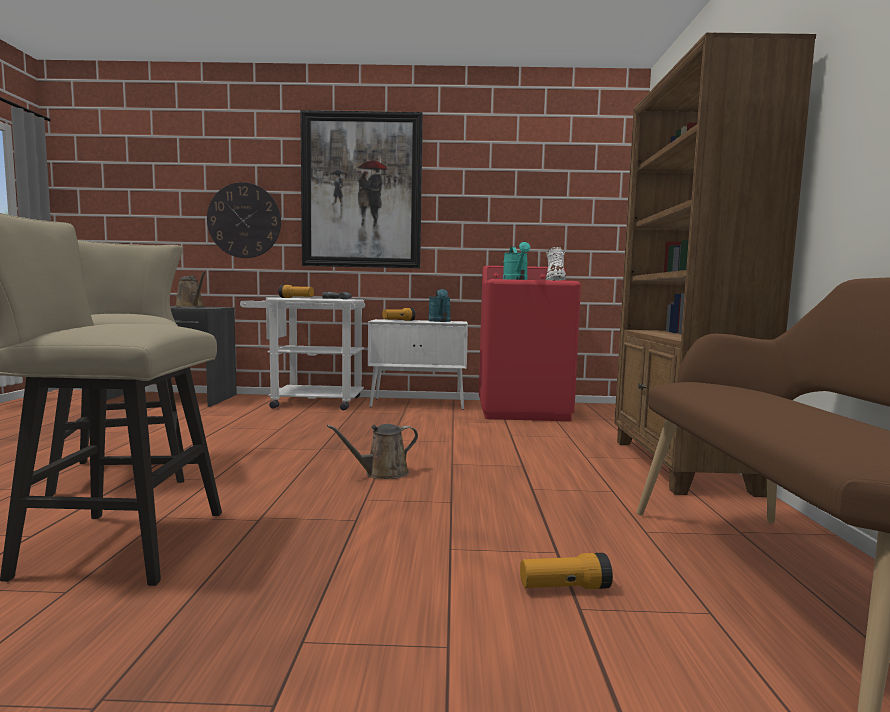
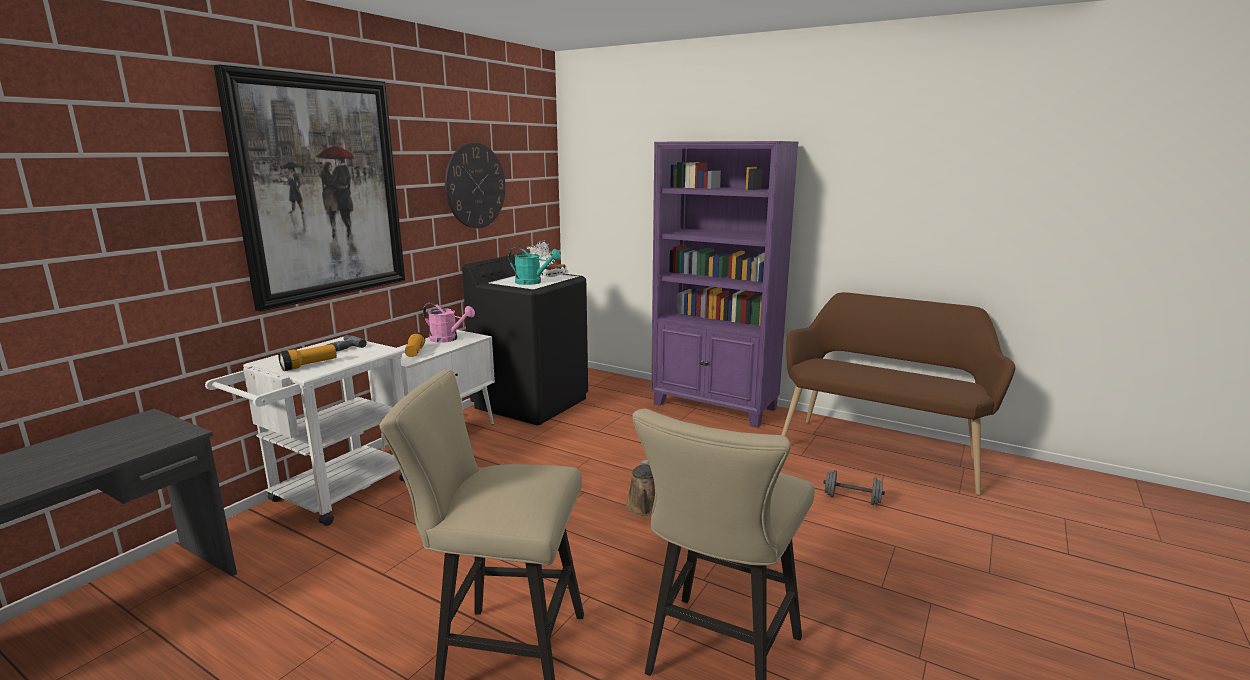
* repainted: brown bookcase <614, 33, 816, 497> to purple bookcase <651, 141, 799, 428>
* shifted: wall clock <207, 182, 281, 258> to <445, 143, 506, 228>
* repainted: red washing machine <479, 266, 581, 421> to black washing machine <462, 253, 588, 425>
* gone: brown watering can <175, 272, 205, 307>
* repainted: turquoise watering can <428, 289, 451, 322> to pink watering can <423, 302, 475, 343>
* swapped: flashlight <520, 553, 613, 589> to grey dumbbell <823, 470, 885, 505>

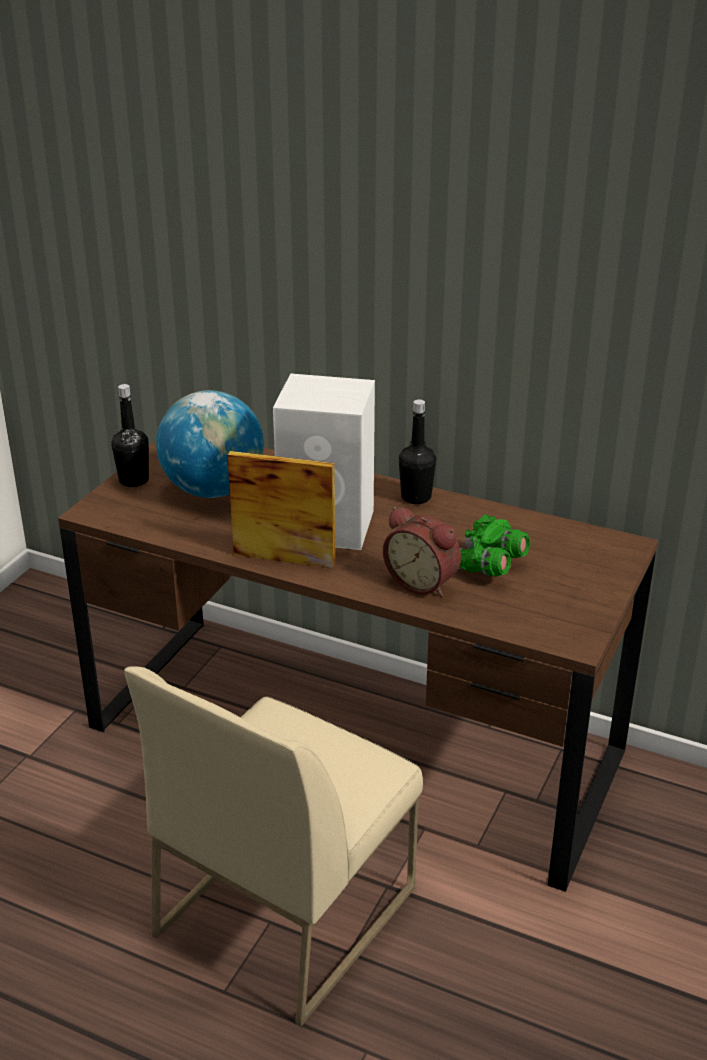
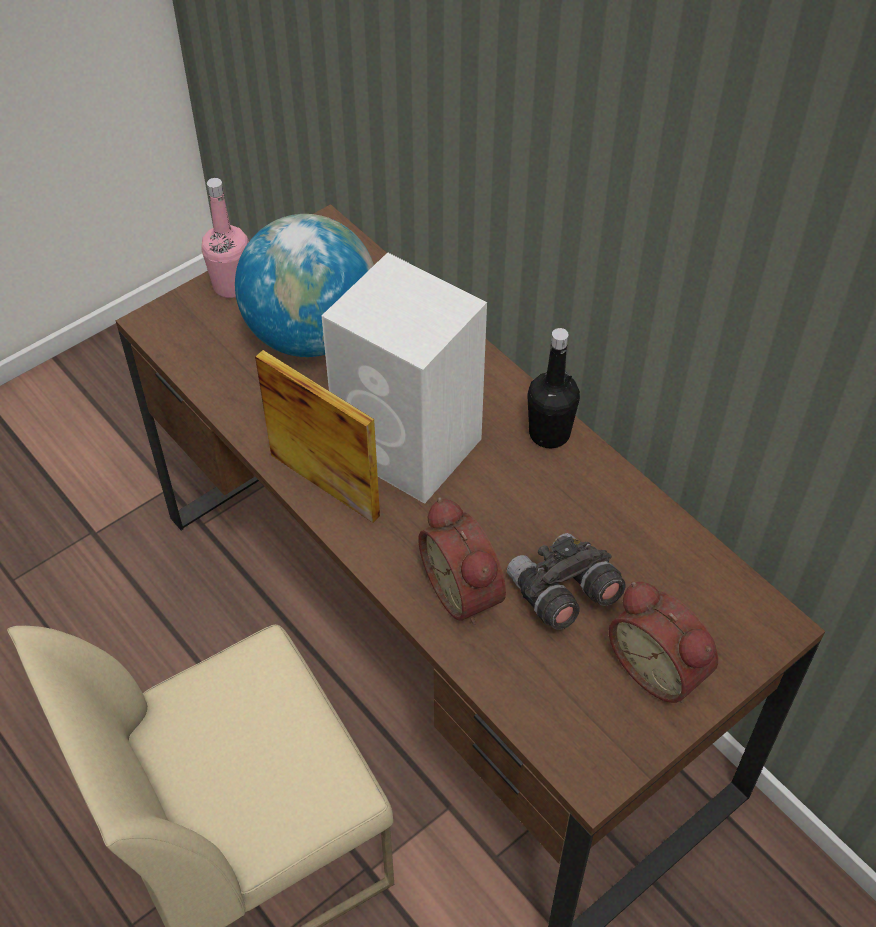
* repainted: black bottle <111, 384, 149, 487> to pink bottle <201, 178, 249, 298>
* repainted: green binoculars <459, 514, 530, 577> to grey binoculars <507, 533, 626, 630>
* new: alarm clock <609, 582, 718, 703>

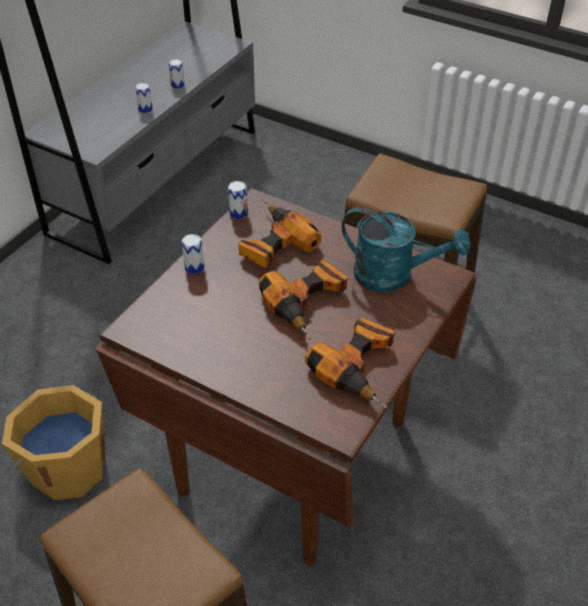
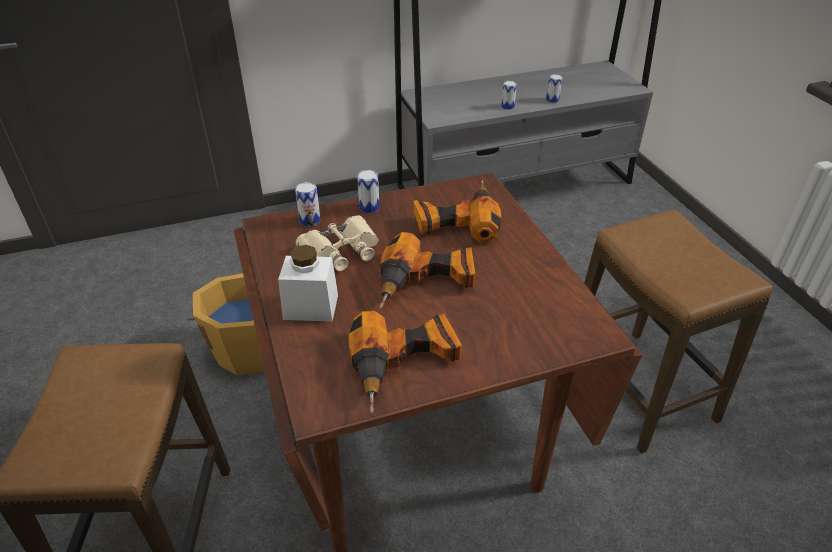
* shifted: can <228, 181, 248, 219> to <295, 182, 320, 227>
* gone: turquoise watering can <342, 207, 470, 292>
* new: beige binoculars <296, 215, 379, 271>
* new: white jar <278, 245, 338, 322>

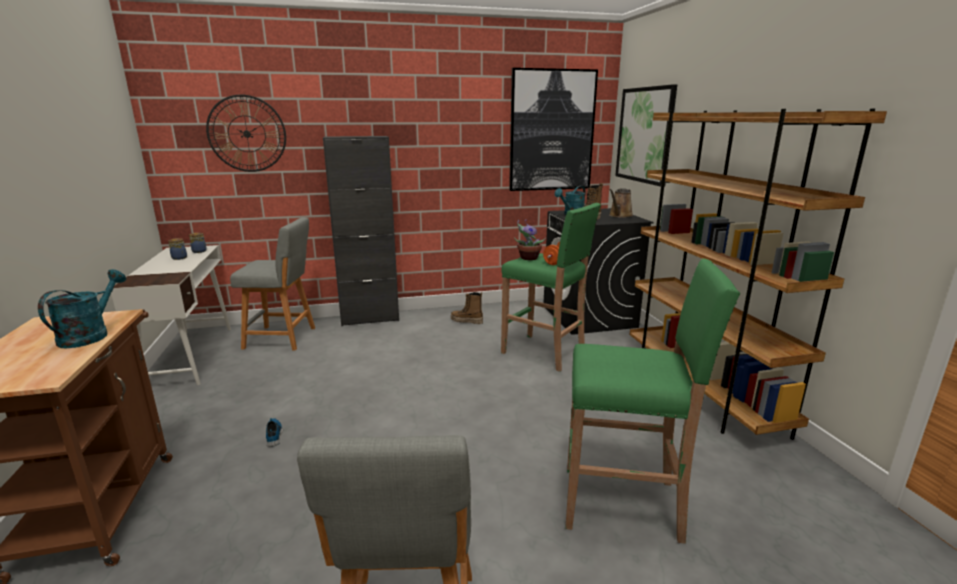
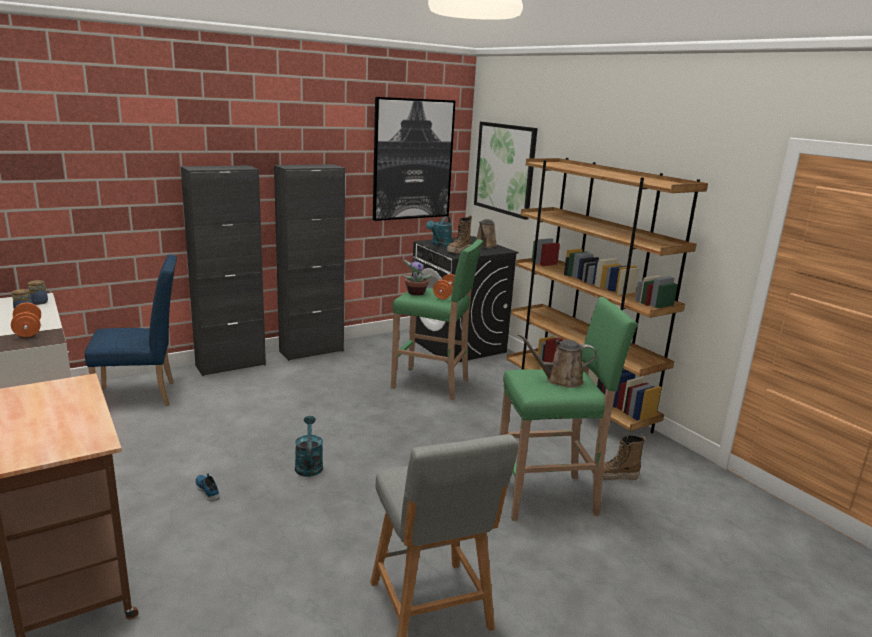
* gone: wall clock <206, 94, 286, 172>
* swapped: grey stool <230, 217, 315, 351> to blue chair <85, 254, 177, 406>
* shifted: turquoise watering can <38, 269, 126, 348> to <295, 416, 323, 477>
* shifted: boot <451, 292, 483, 324> to <593, 435, 646, 480>
* new: black cabinet <274, 164, 345, 361>
* new: orange dumbbell <11, 303, 41, 337>
* new: brown watering can <517, 333, 597, 388>

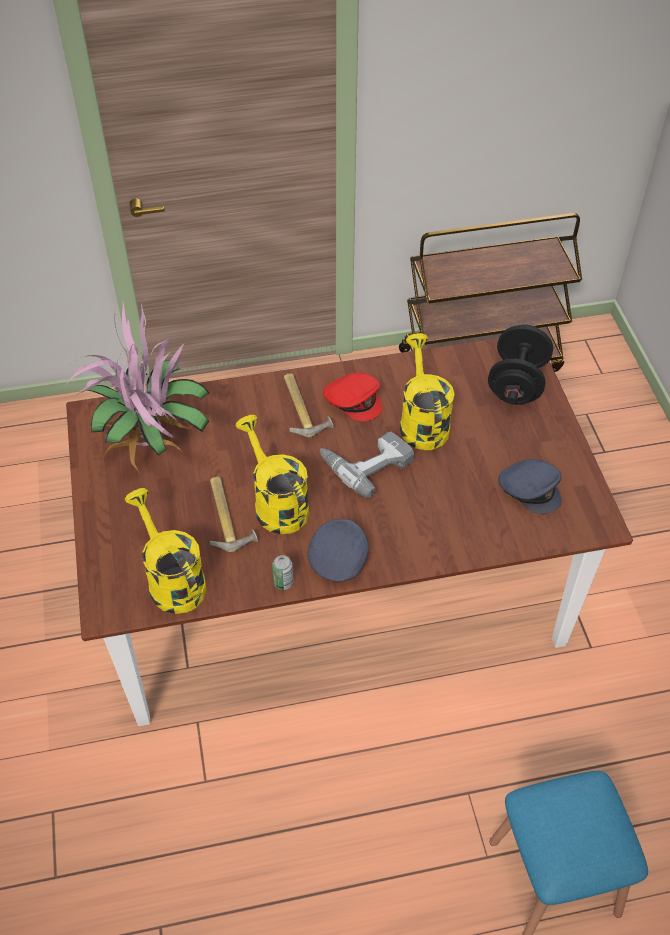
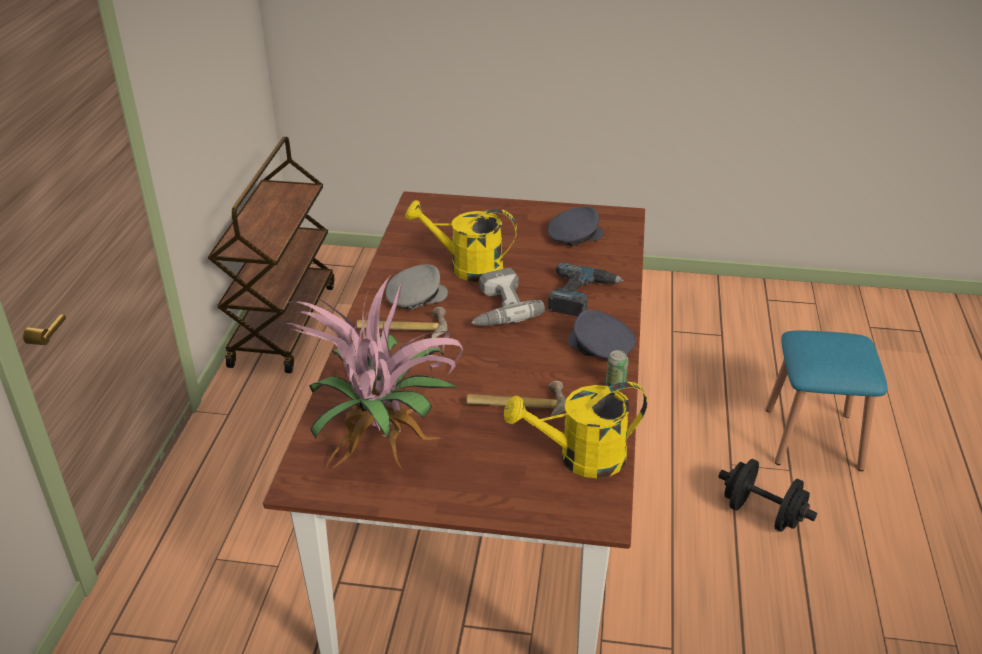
* shifted: black dumbbell <488, 325, 553, 405> to <718, 459, 817, 532>
* repainted: red cap <323, 373, 383, 422> to grey cap <386, 264, 448, 310>
* gone: yellow watering can <236, 415, 309, 534>
* new: power drill <548, 263, 624, 316>

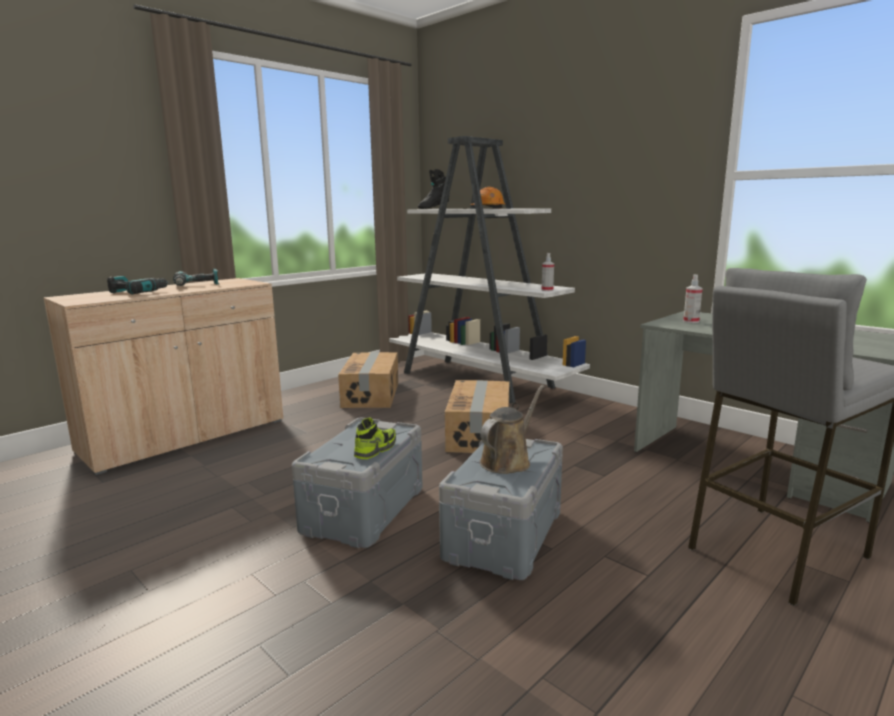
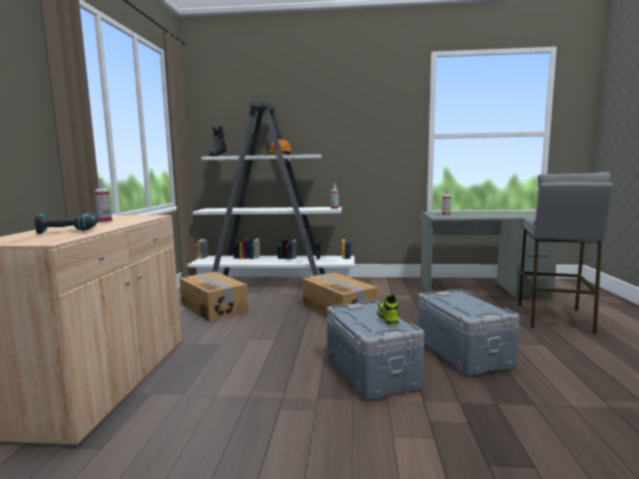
* swapped: power drill <173, 269, 219, 286> to spray bottle <94, 178, 112, 223>
* gone: brown watering can <480, 385, 544, 474>

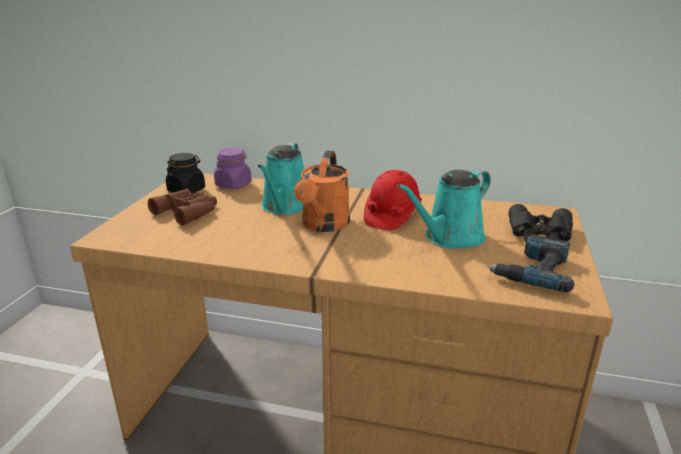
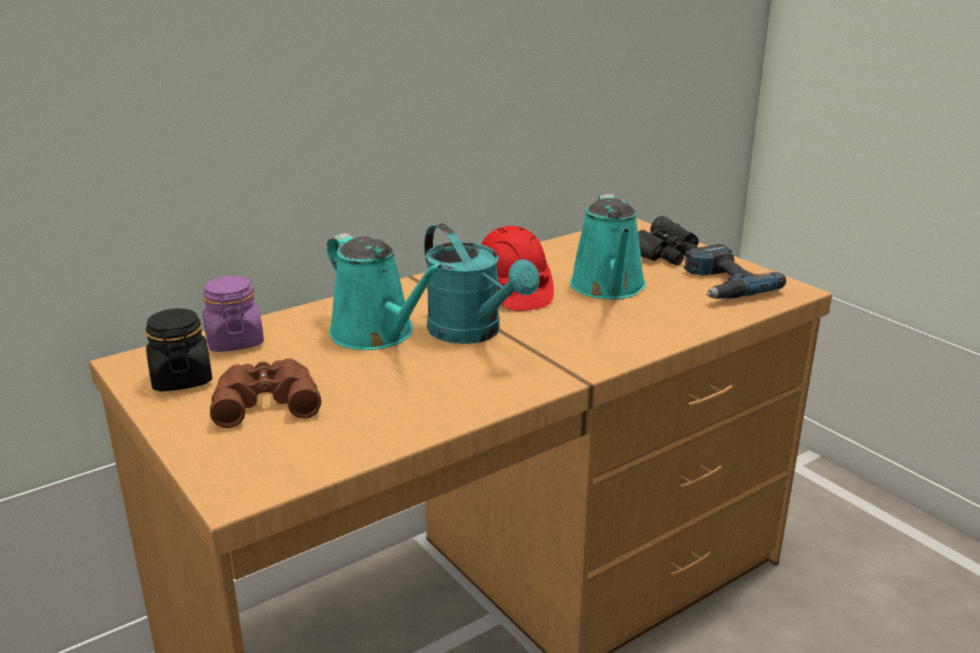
* repainted: orange watering can <294, 150, 350, 232> to turquoise watering can <424, 223, 540, 344>

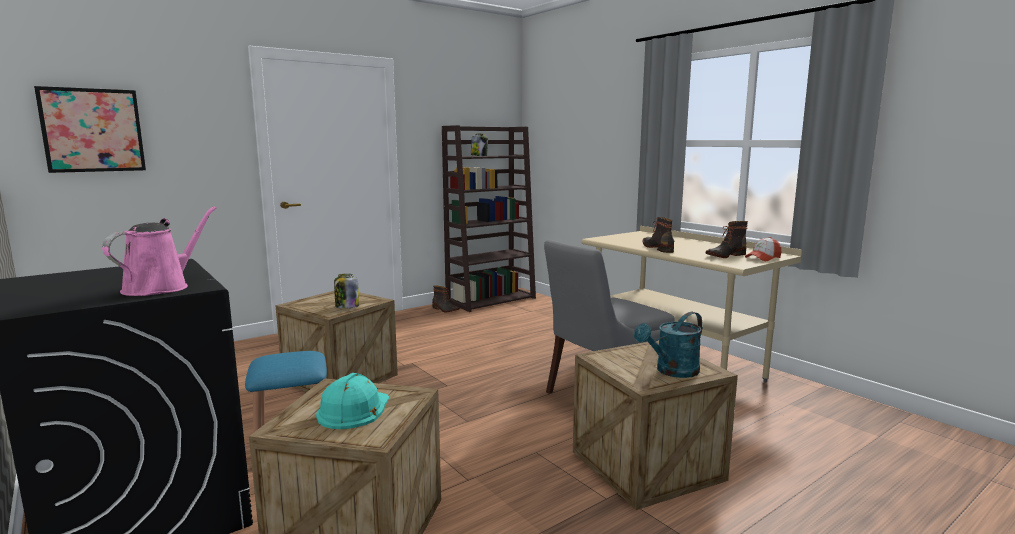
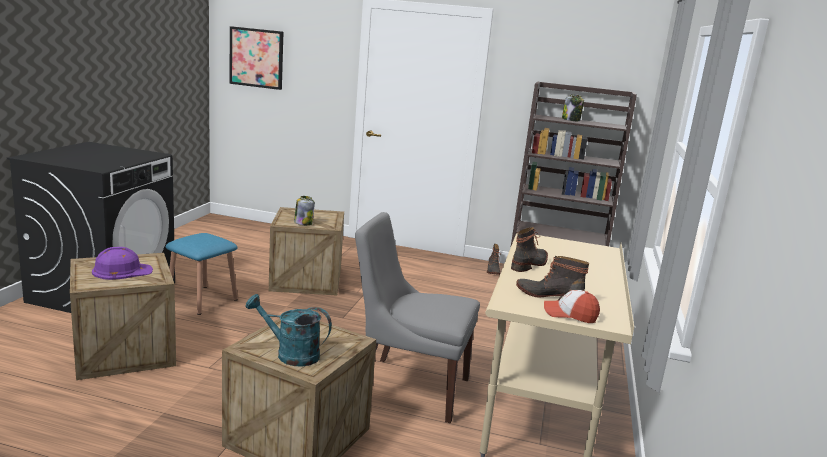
* gone: pink watering can <102, 206, 217, 296>
* repainted: turquoise hard hat <316, 373, 389, 429> to purple hard hat <92, 247, 153, 280>

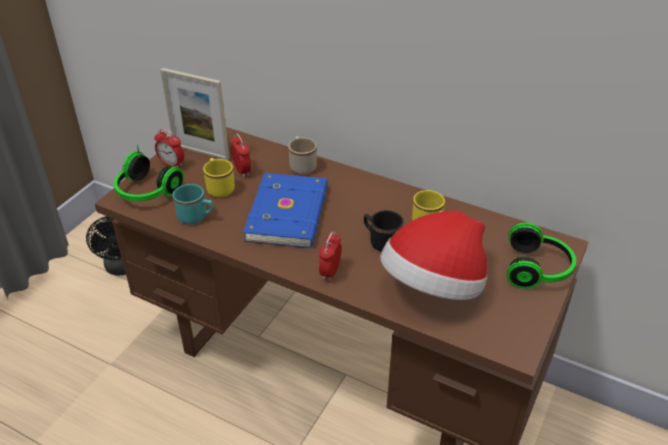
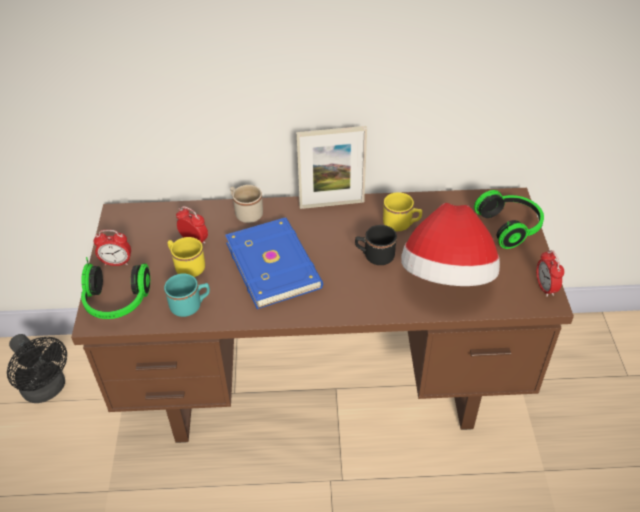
* shifted: picture frame <160, 68, 229, 160> to <296, 126, 367, 209>
* shifted: alarm clock <319, 232, 341, 281> to <536, 250, 565, 297>

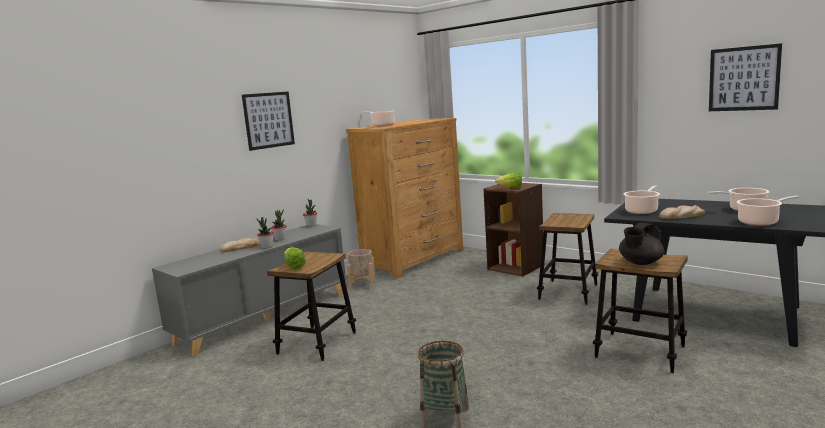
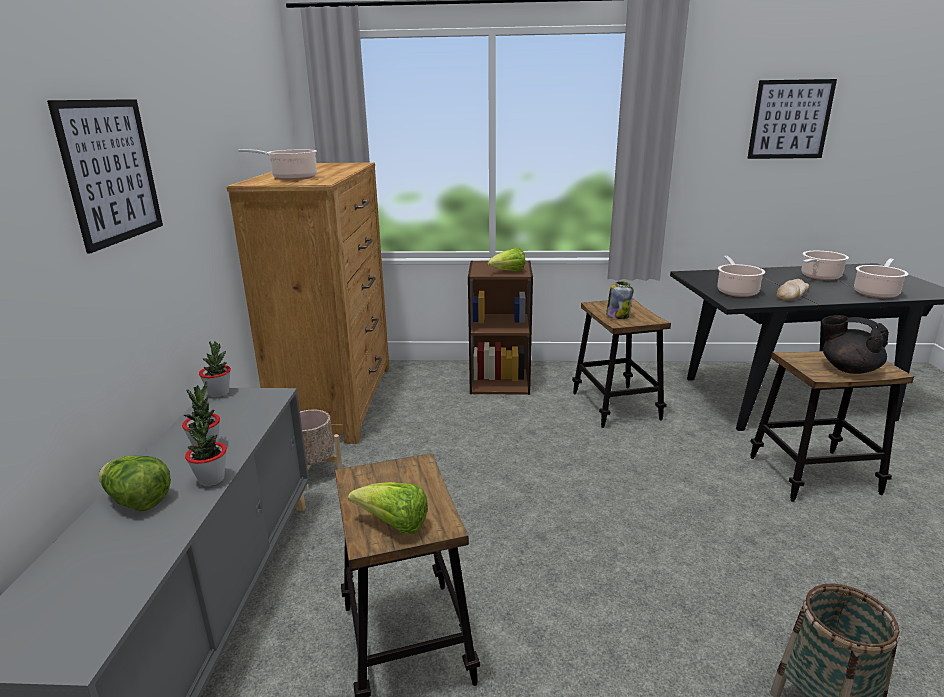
* rotated: black teapot <619, 222, 664, 265> = <822, 315, 889, 374> 120 degrees clockwise
* swapped: bread <220, 238, 260, 252> to lettuce <99, 456, 171, 511>
* new: jar <606, 281, 634, 319>

